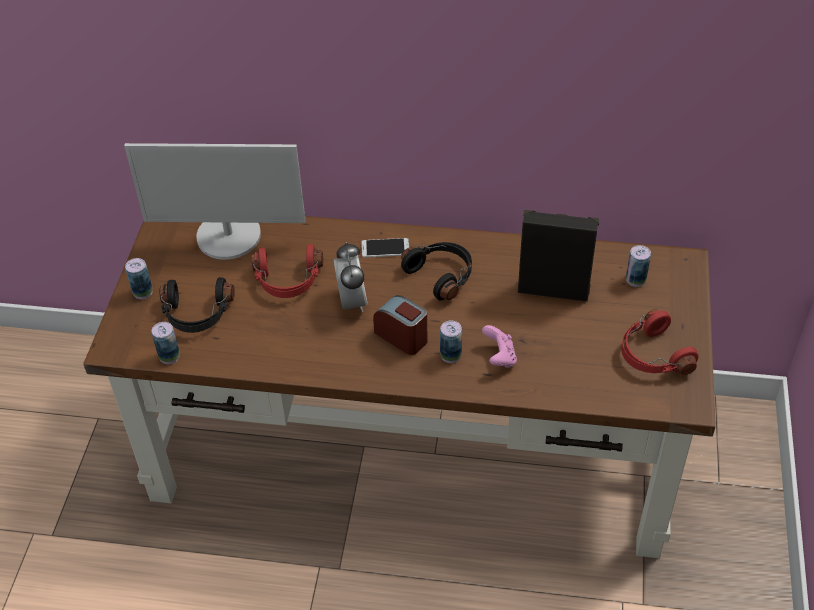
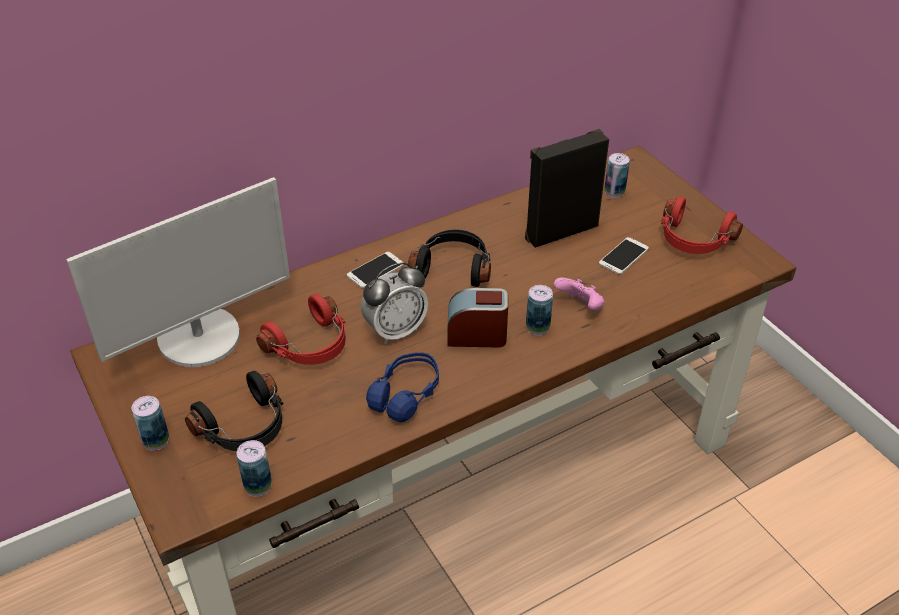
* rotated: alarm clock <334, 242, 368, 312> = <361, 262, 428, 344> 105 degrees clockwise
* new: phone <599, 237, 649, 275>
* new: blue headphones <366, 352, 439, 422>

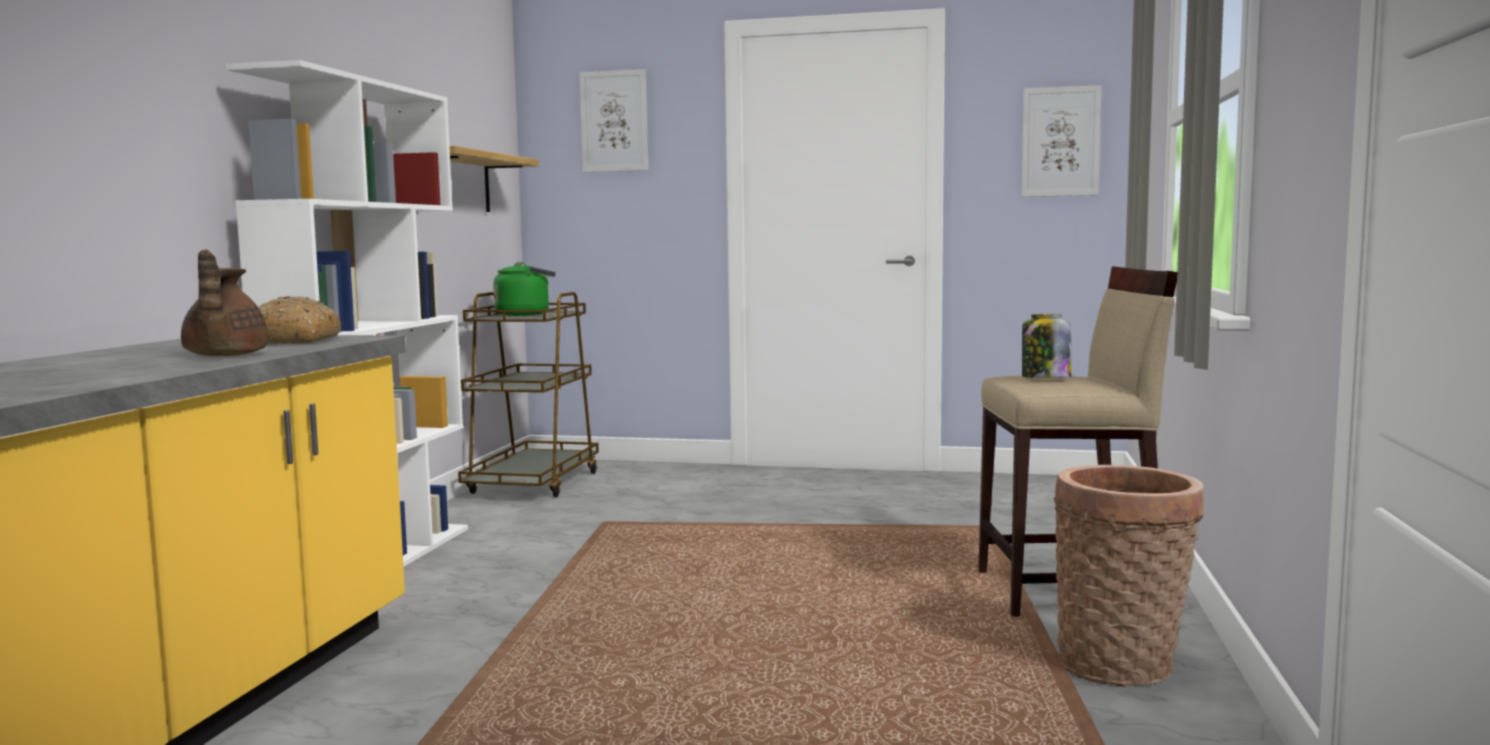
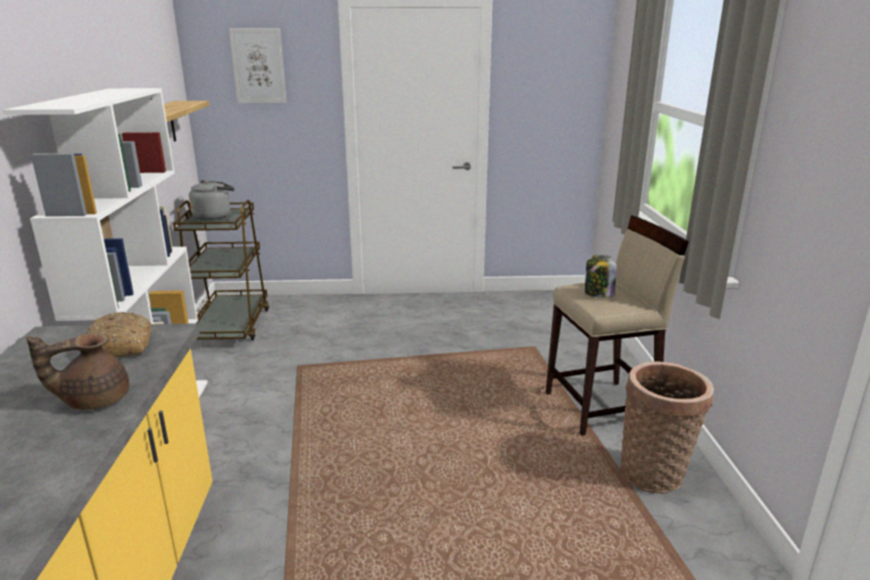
* gone: picture <1021, 85, 1101, 197>
* rotated: brown teapot <181, 249, 268, 356> = <26, 333, 129, 410> 90 degrees clockwise
* repainted: green kettle <493, 262, 556, 316> to grey kettle <189, 180, 235, 220>

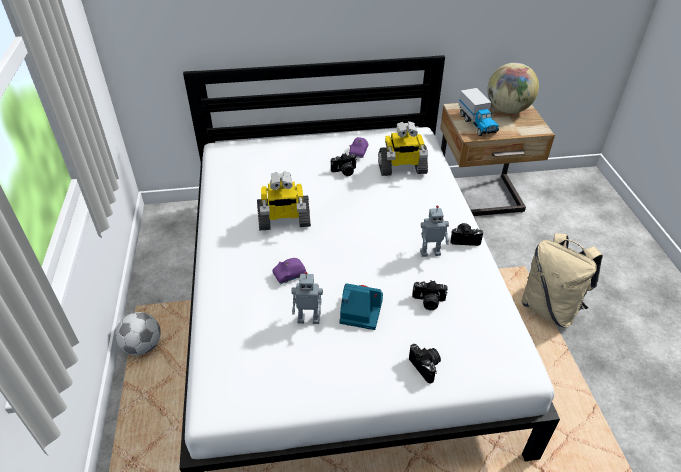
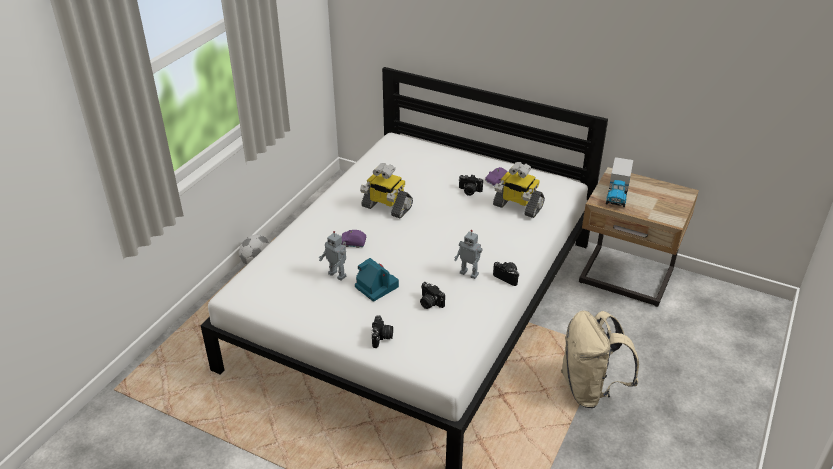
* gone: globe <487, 63, 539, 113>

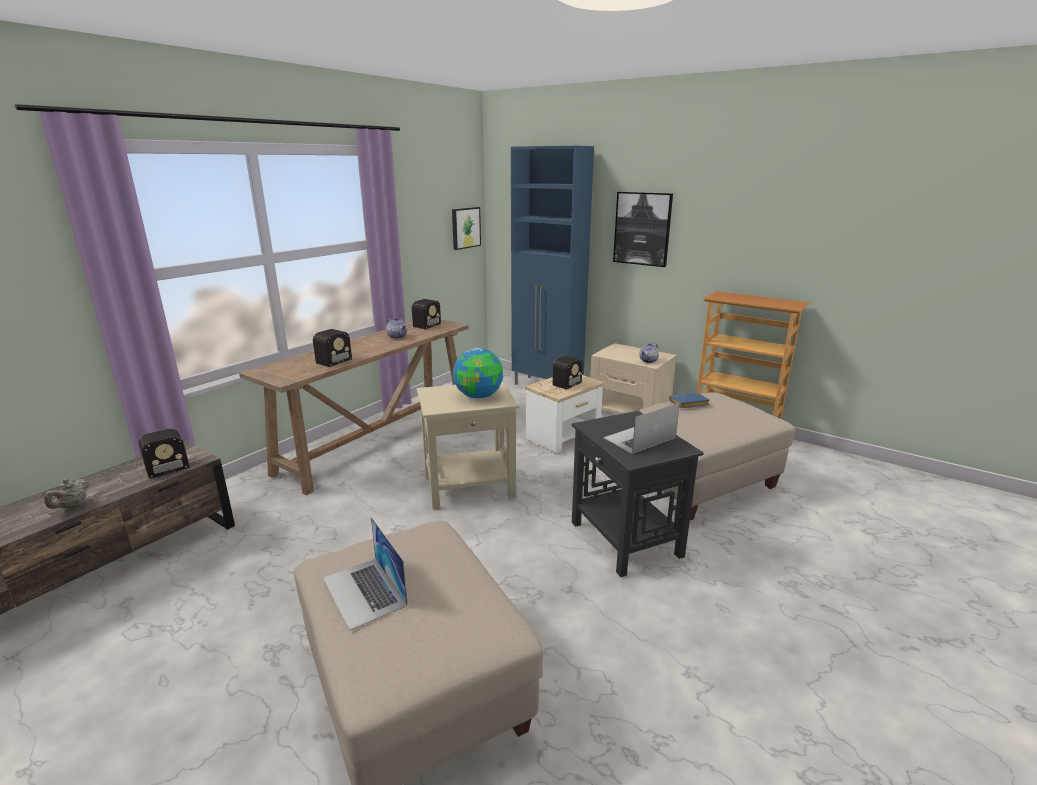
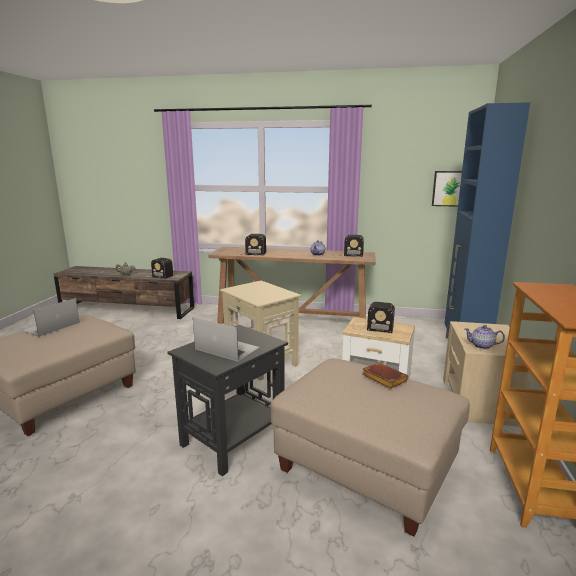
* gone: picture <613, 192, 673, 267>
* gone: globe <453, 348, 503, 398>
* repainted: blue book <669, 393, 709, 408> to brown book <362, 362, 408, 388>

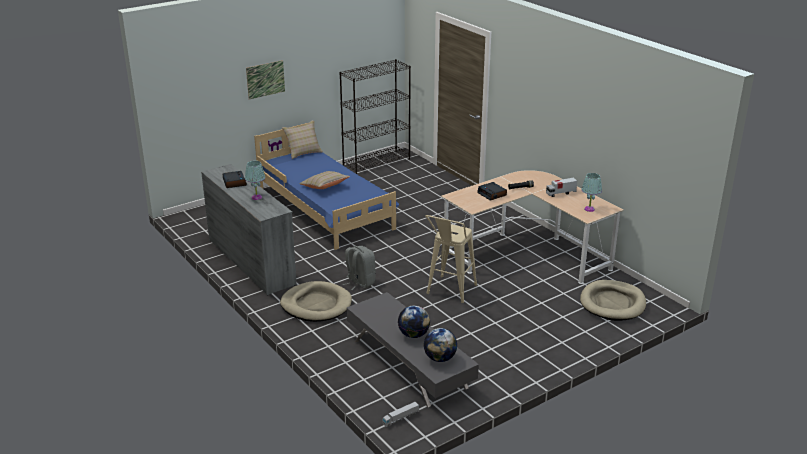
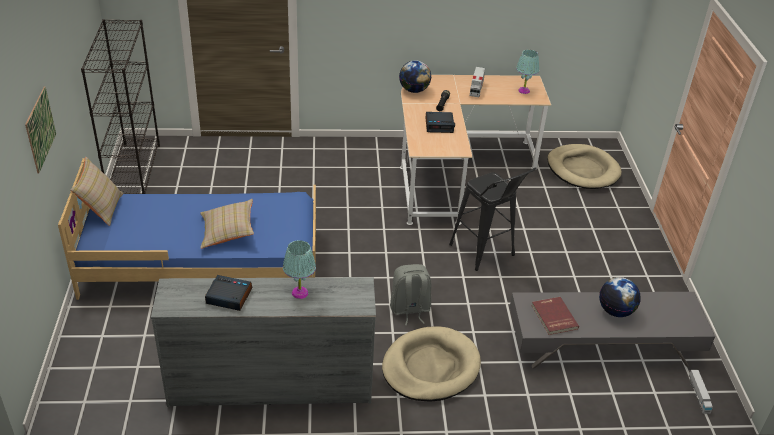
* repainted: beige stool <425, 215, 477, 303> to black stool <449, 167, 537, 271>
* shifted: globe <424, 328, 458, 362> to <399, 60, 431, 93>
* new: red book <531, 297, 579, 335>

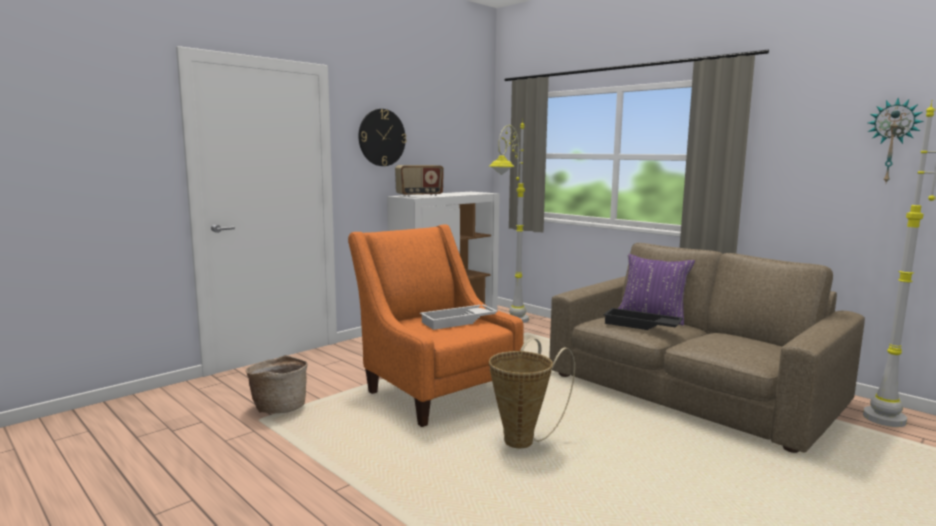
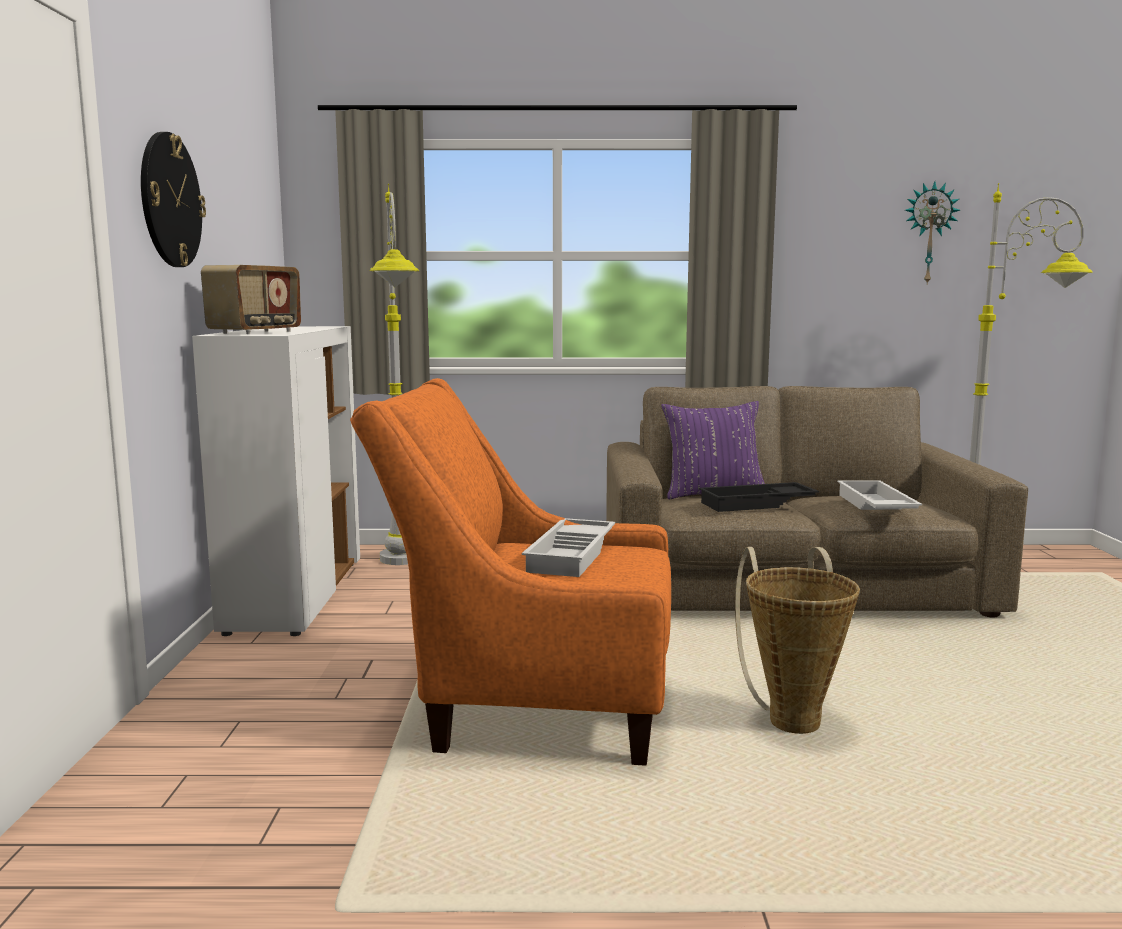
* gone: basket <246, 355, 308, 413>
* new: white tray <837, 480, 922, 510>

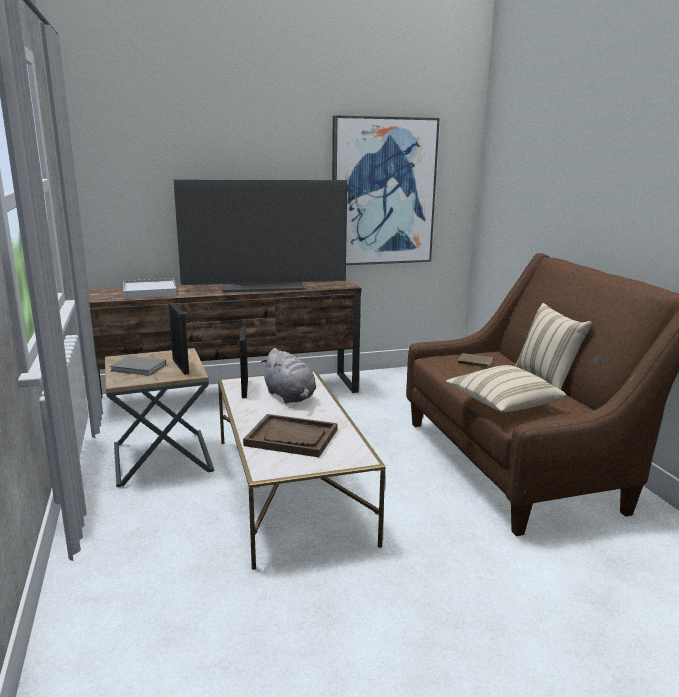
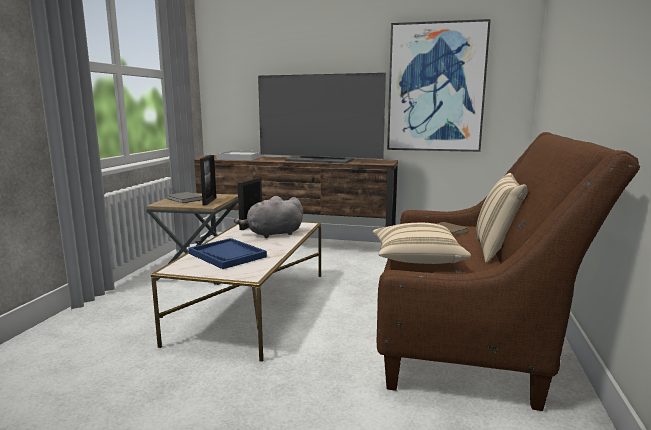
* rotated: grey plush toy <261, 348, 316, 404> = <234, 196, 303, 238> 75 degrees clockwise
* repainted: brown tray <243, 414, 337, 457> to blue tray <188, 238, 267, 269>

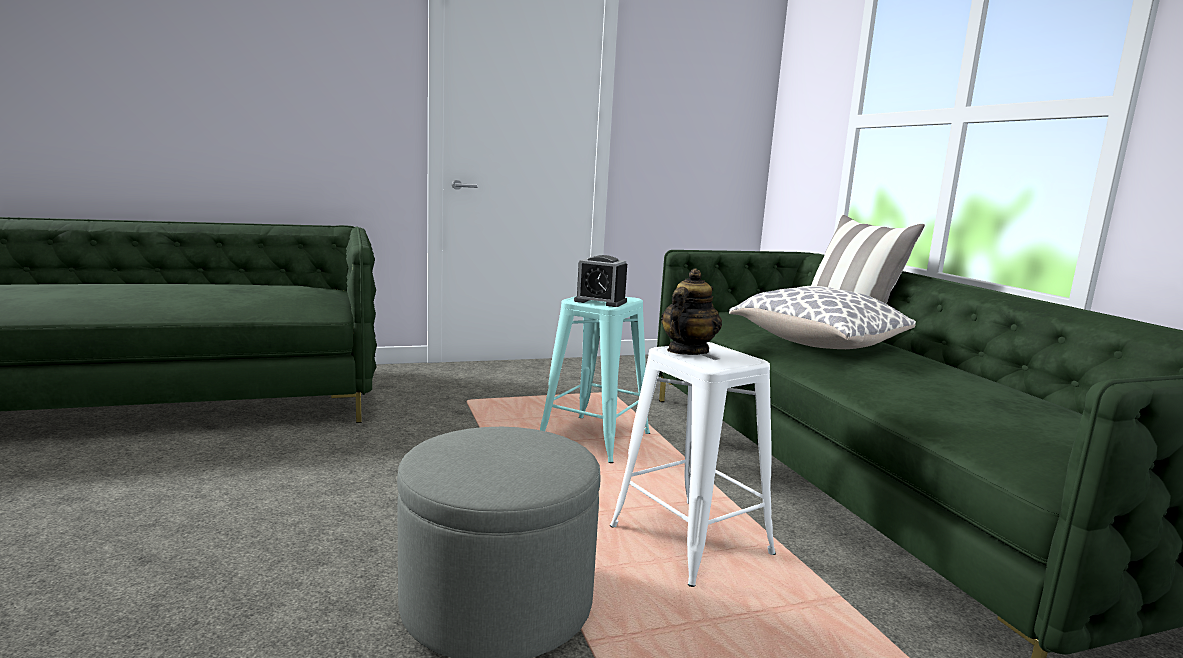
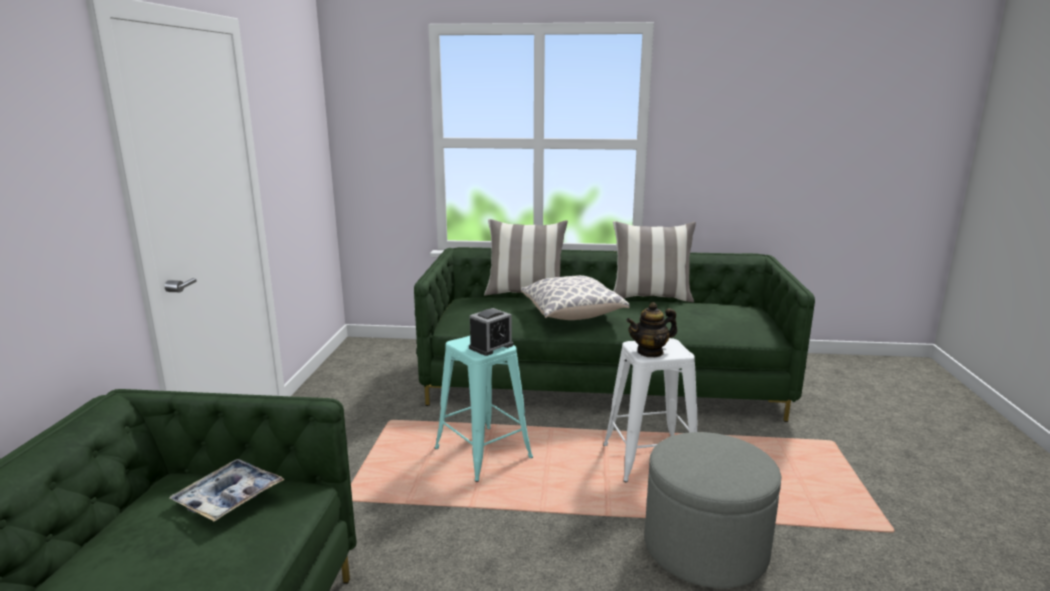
* rotated: teapot <661, 268, 722, 355> = <626, 302, 677, 357> 75 degrees counterclockwise
* new: pillow <613, 221, 696, 302>
* new: tray <169, 459, 285, 521>

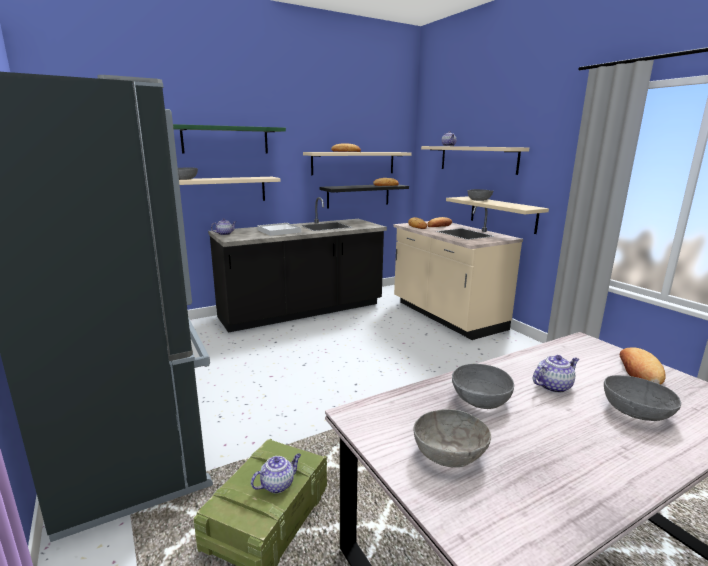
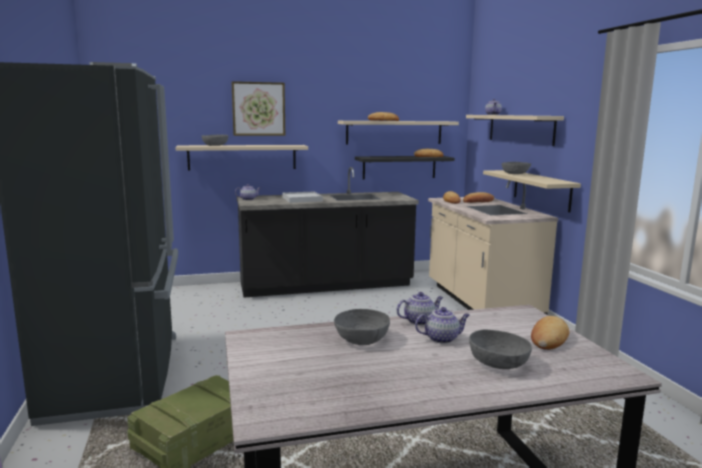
* swapped: green shelf <173, 124, 286, 154> to picture <232, 81, 285, 136>
* gone: grey bowl <414, 409, 491, 467>
* shifted: teapot <251, 454, 301, 493> to <396, 292, 443, 325>

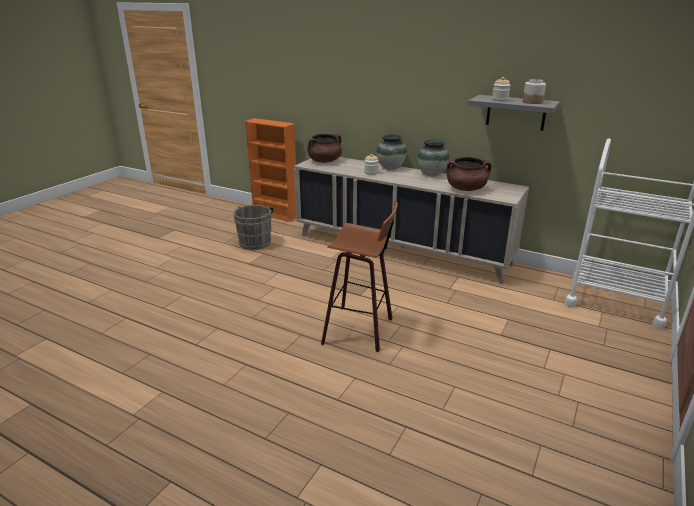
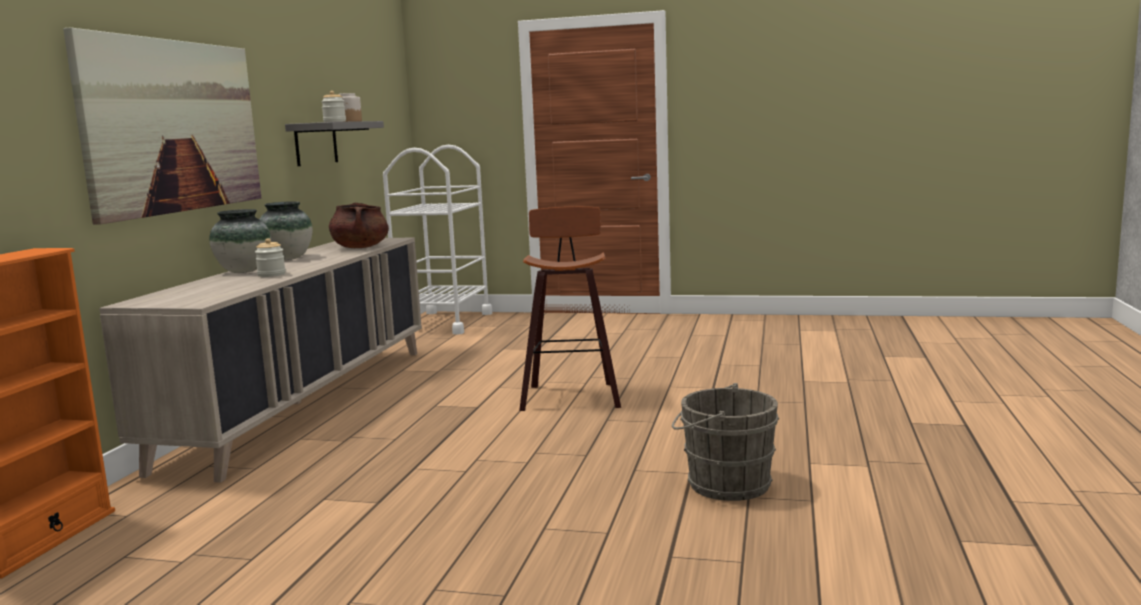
* gone: brown cooking pot <307, 134, 342, 163>
* shifted: grey bucket <233, 205, 276, 250> to <672, 383, 779, 501>
* new: picture <63, 27, 261, 225>

